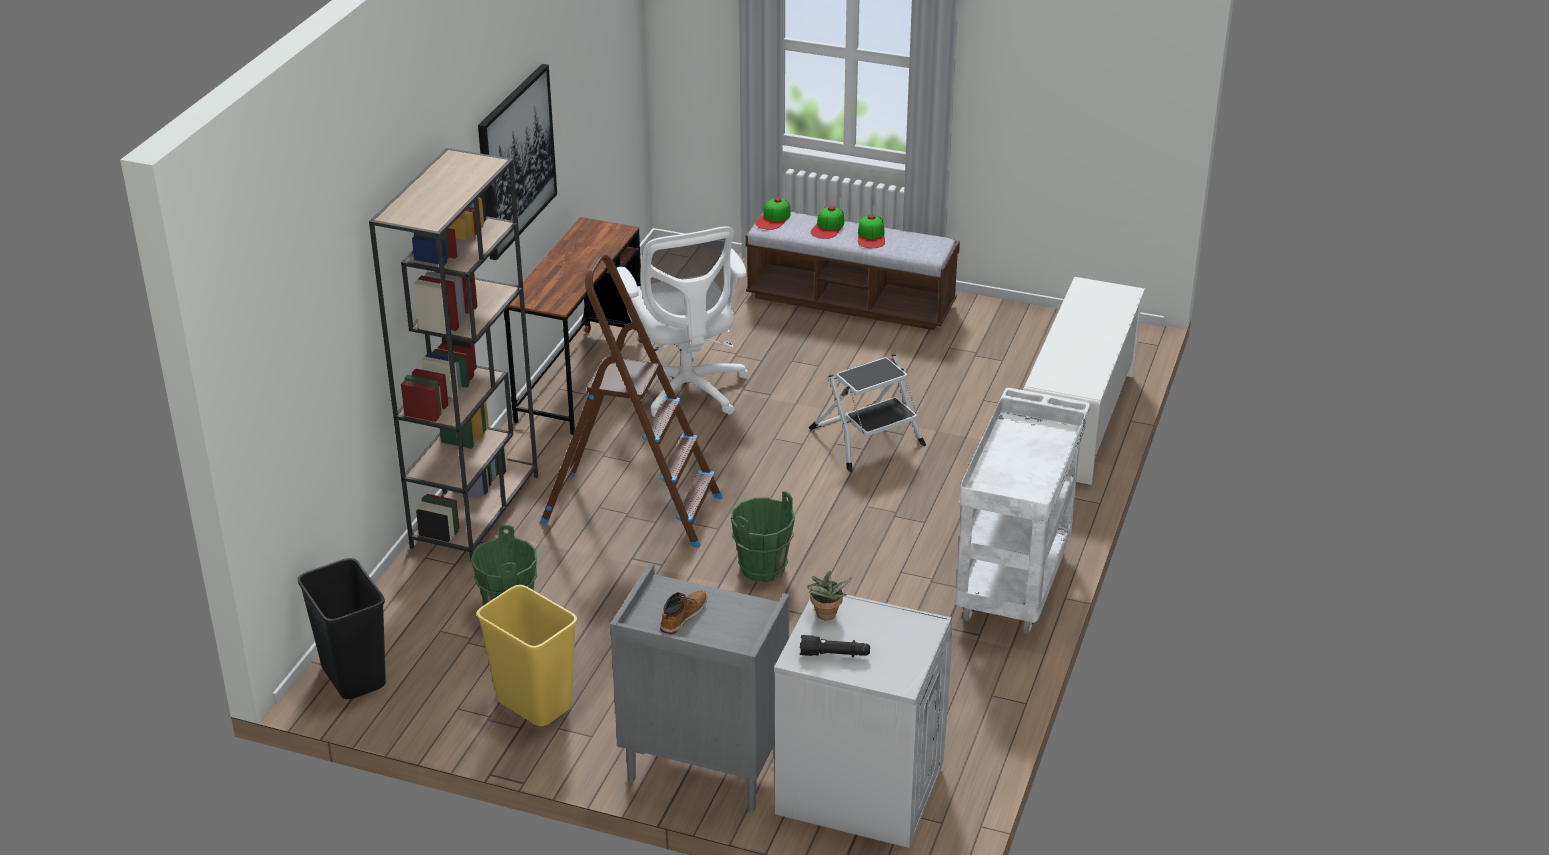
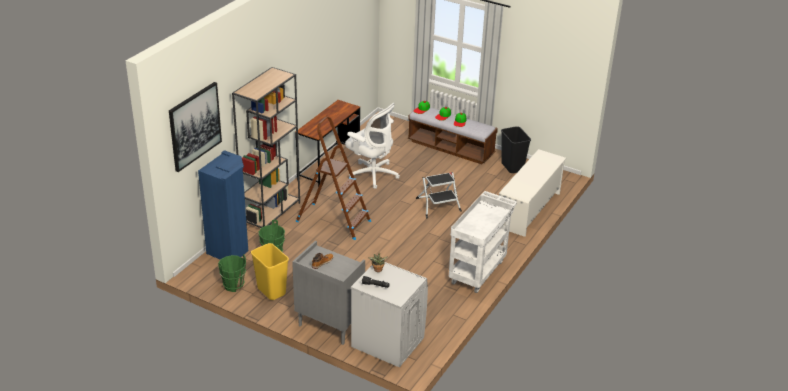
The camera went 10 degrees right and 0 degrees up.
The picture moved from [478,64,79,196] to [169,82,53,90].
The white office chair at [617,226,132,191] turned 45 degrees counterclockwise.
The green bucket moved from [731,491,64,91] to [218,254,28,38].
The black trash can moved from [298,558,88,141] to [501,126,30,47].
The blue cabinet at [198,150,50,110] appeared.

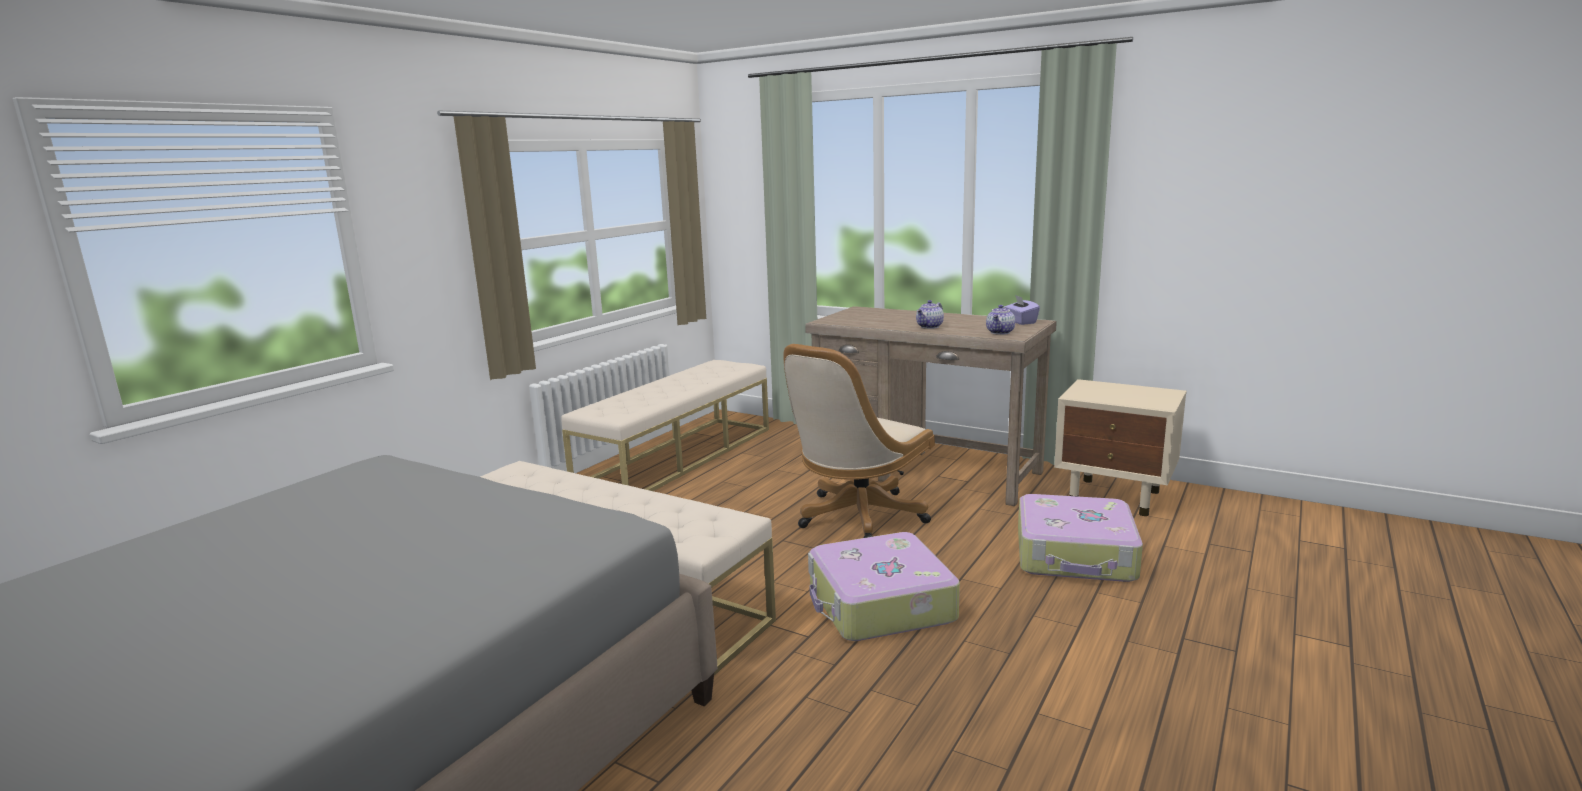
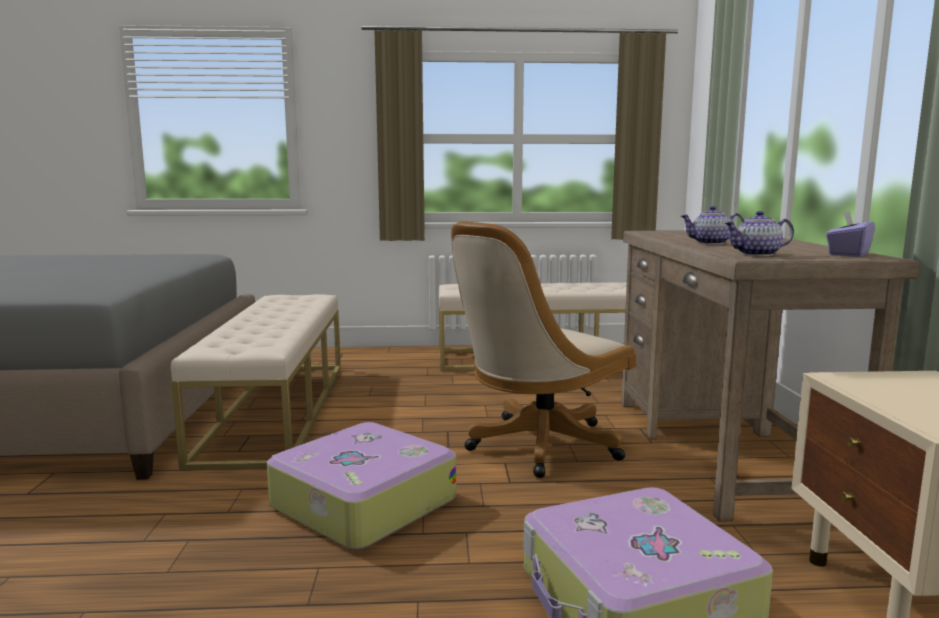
The camera went 55 degrees right and 5 degrees down.
The office chair at [783,344,152,194] turned 45 degrees counterclockwise.

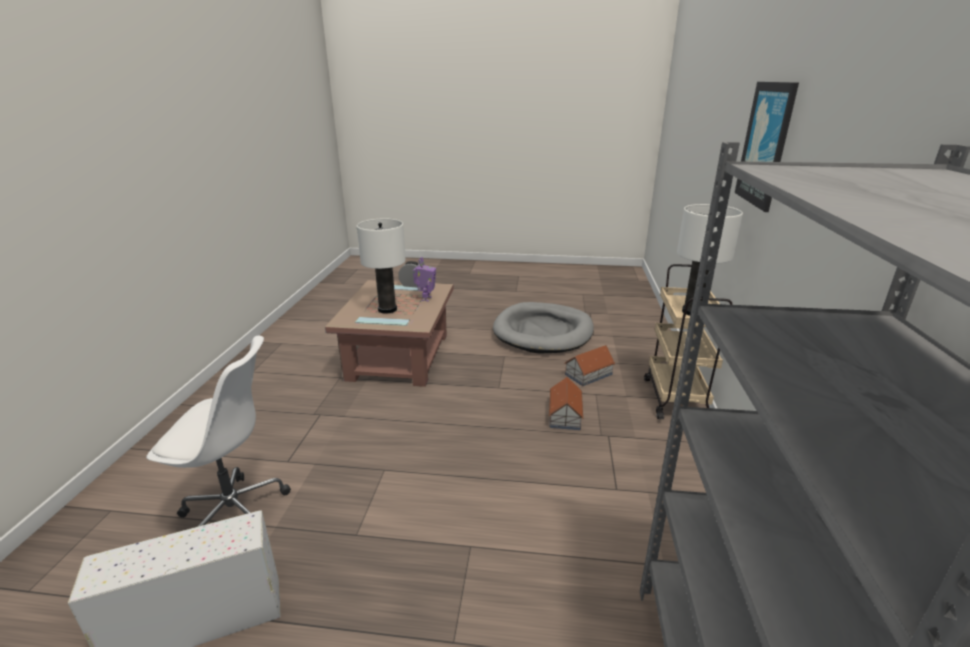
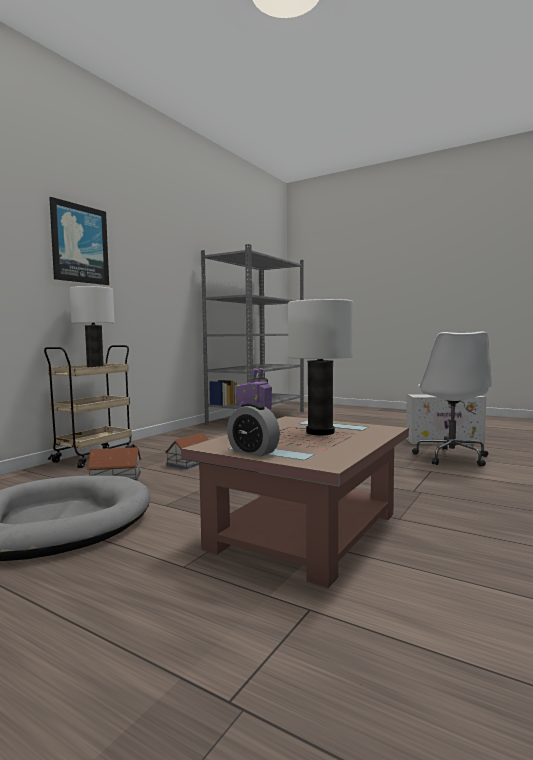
The camera went 155 degrees left and 20 degrees down.
The white office chair at [146,335,145,202] turned 105 degrees counterclockwise.

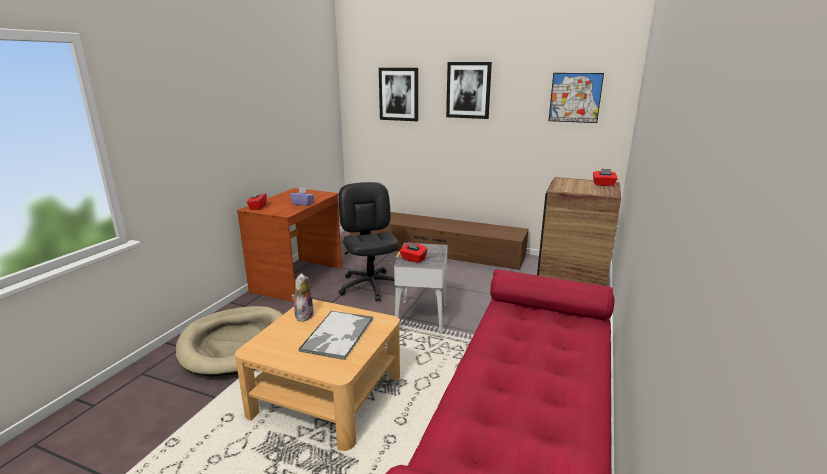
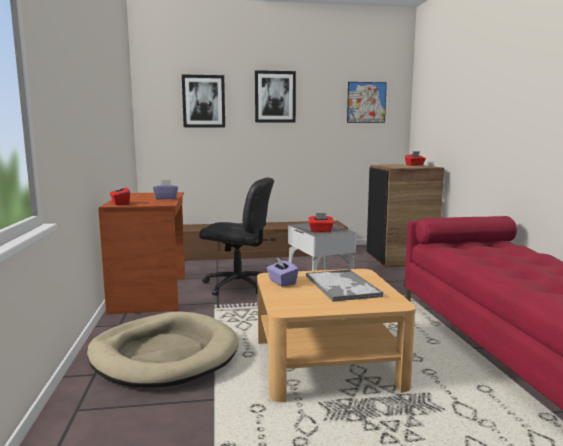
The camera went 30 degrees left and 10 degrees down.
The black office chair at [338,182,61,120] turned 150 degrees clockwise.
The plush toy at [291,273,23,49] was replaced by the purple tissue box at [267,258,32,28].

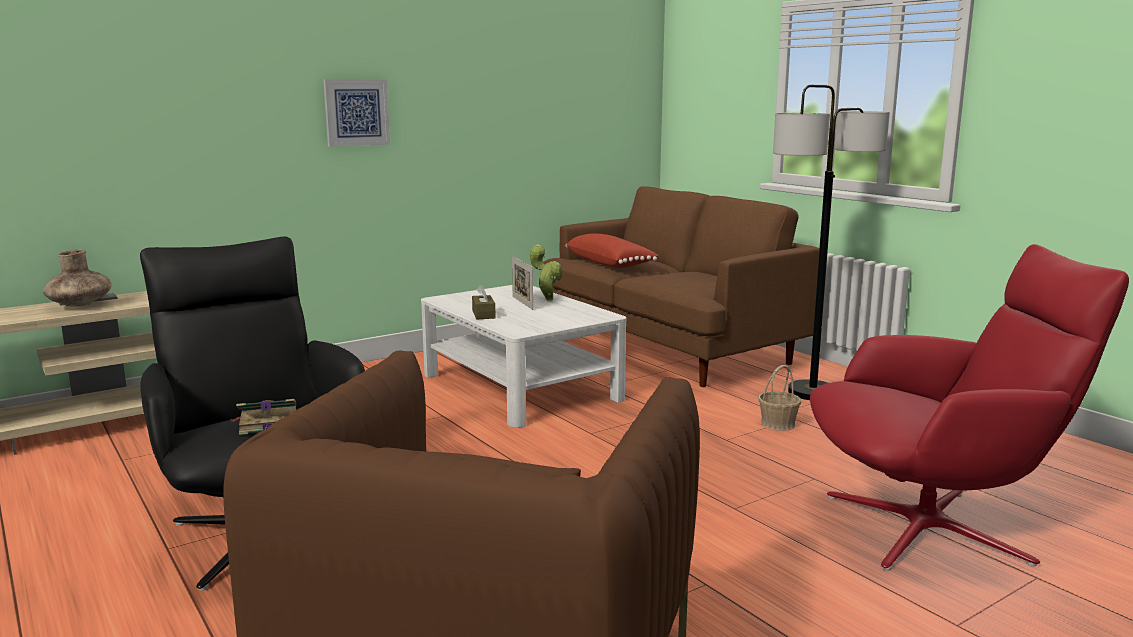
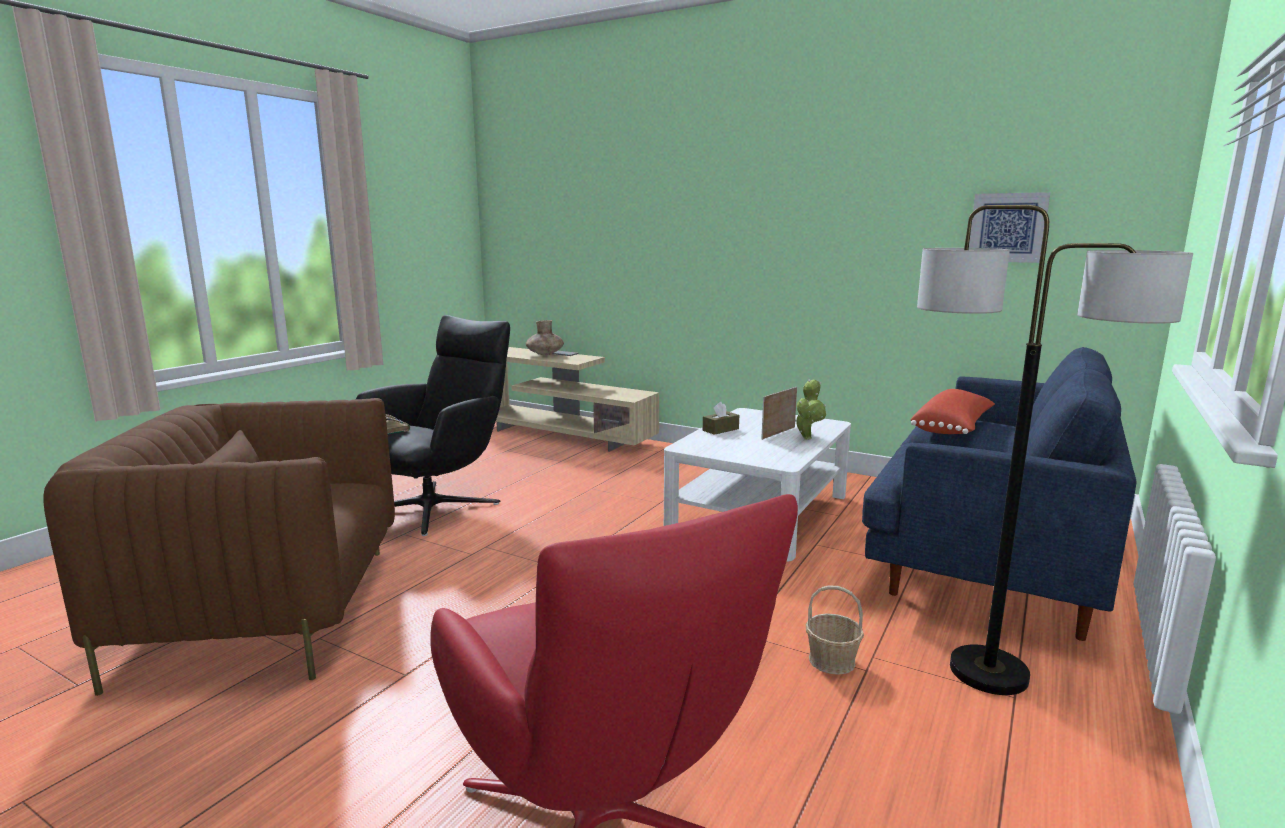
The camera went 65 degrees right and 0 degrees up.
The picture moved from [323,79,67,68] to [969,192,81,71].
The brown sofa at [543,186,276,201] became the blue sofa at [862,347,275,294].

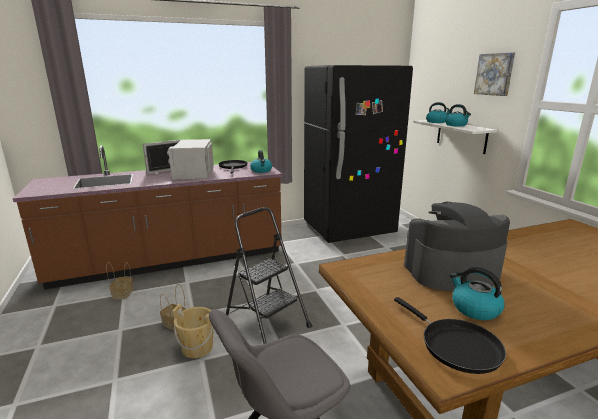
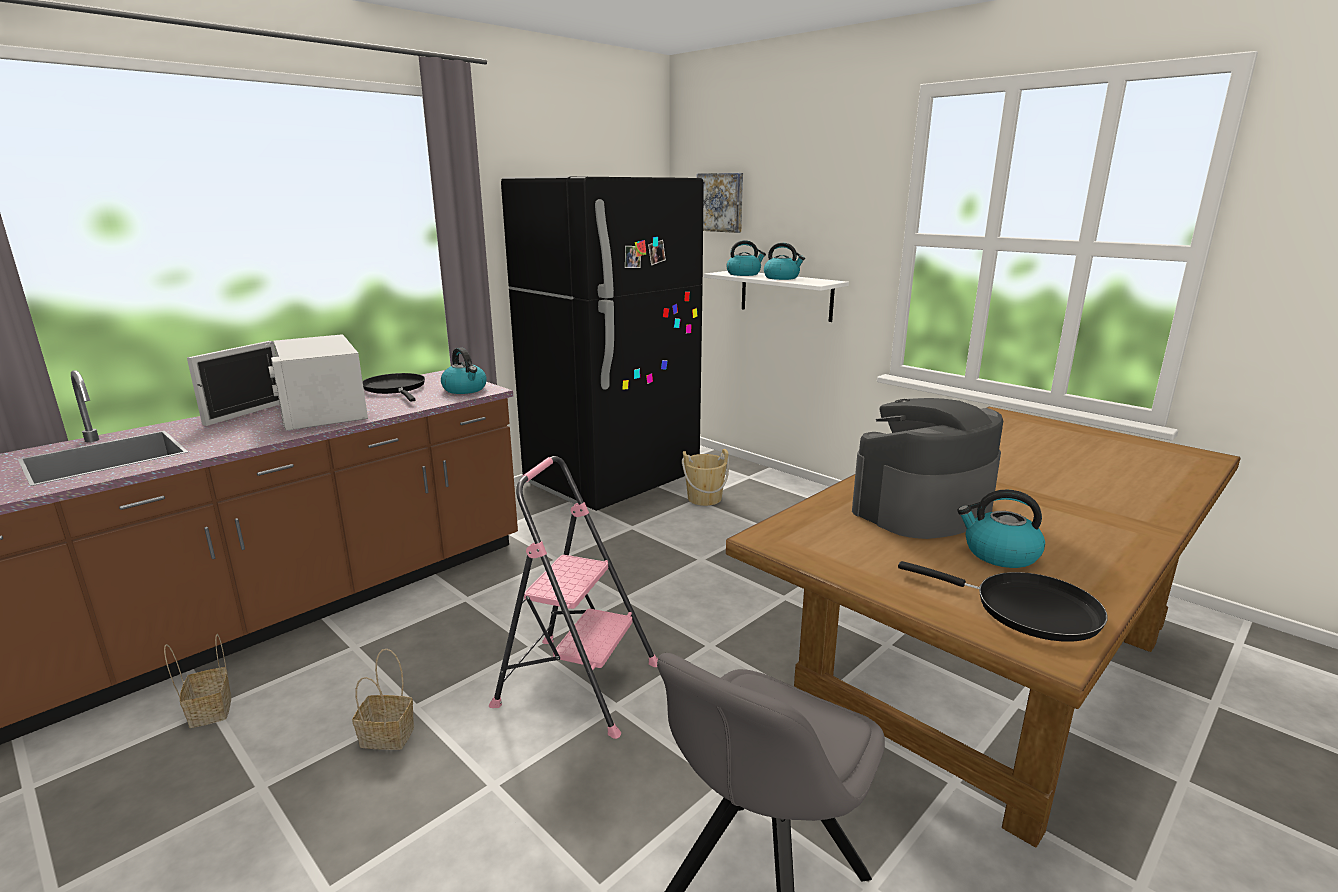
The camera went 25 degrees left and 0 degrees up.
The picture moved from [474,53,41,43] to [697,173,46,60].
The black step ladder at [226,207,86,137] became the pink step ladder at [489,456,169,283].
The beige bucket moved from [173,304,41,54] to [682,449,47,57].

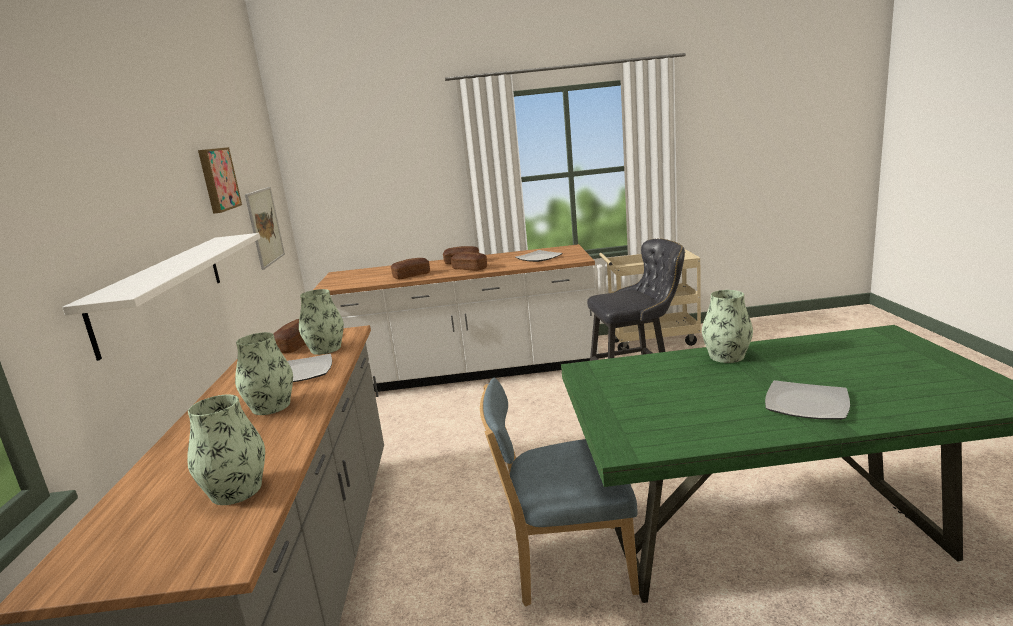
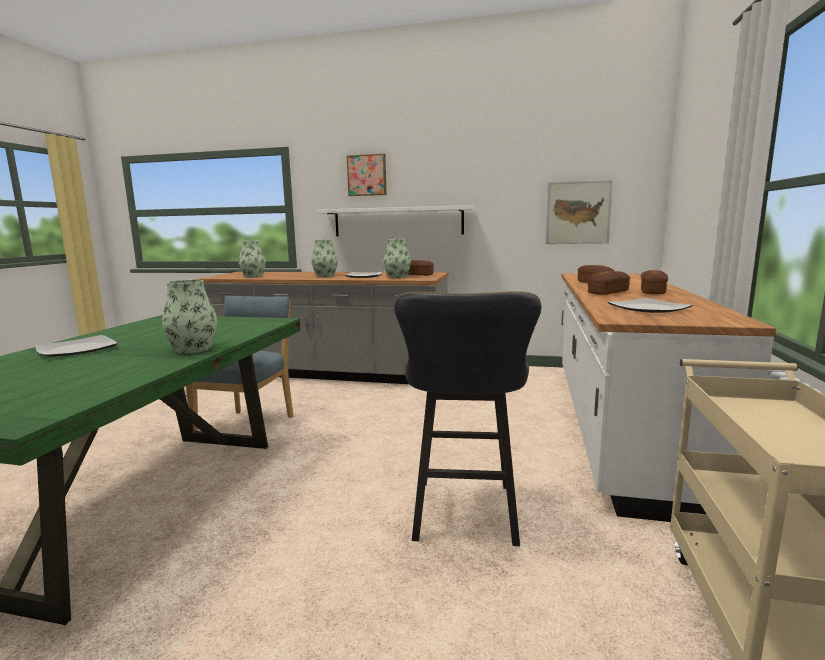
The camera went 105 degrees right and 5 degrees down.
The picture moved from [198,147,44,67] to [347,153,40,43].

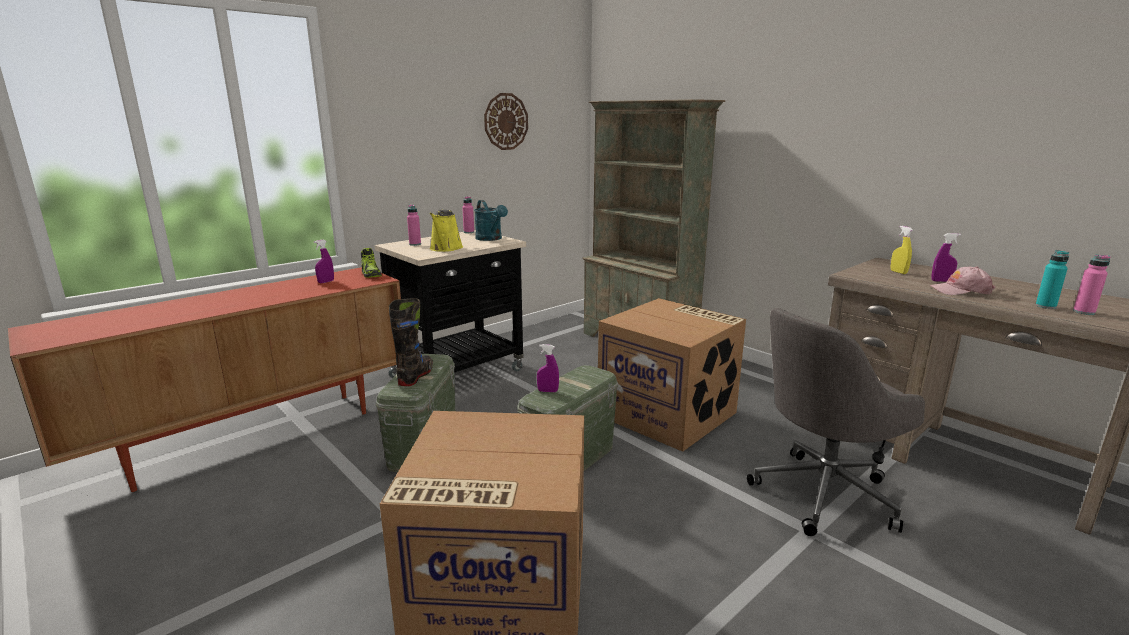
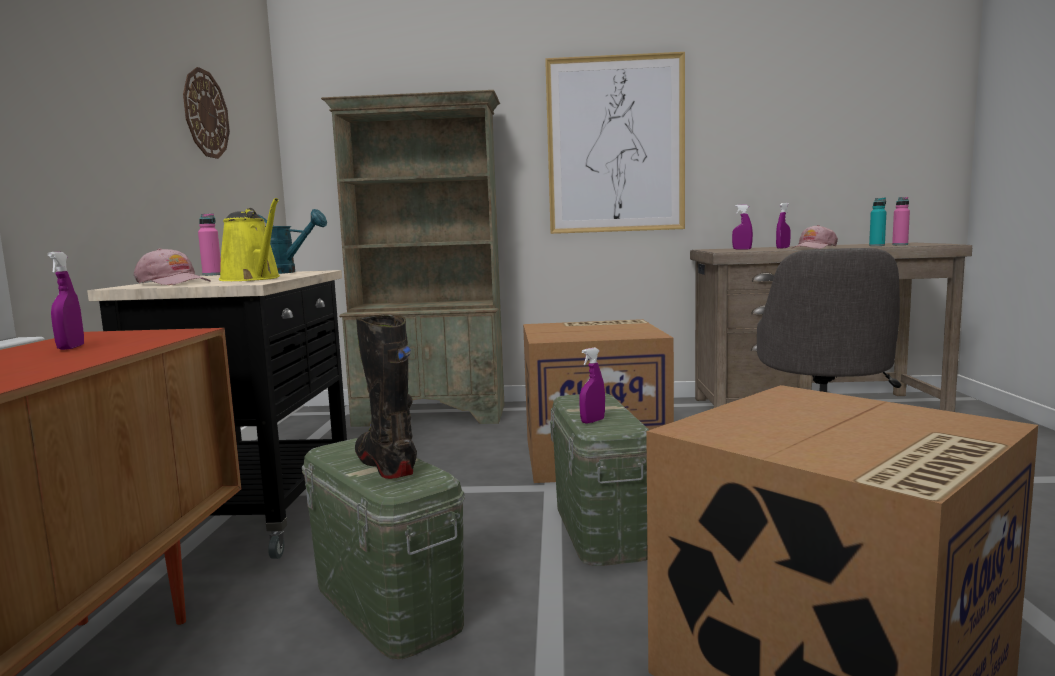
The camera went 45 degrees left and 10 degrees down.
The pink bottle at [407,205,14,41] was replaced by the pink cap at [134,248,76,37].
The yellow spray bottle at [891,226,22,48] became the purple spray bottle at [732,205,21,45].
The shoe at [361,248,21,30] disappeared.
The picture at [545,52,140,182] appeared.

